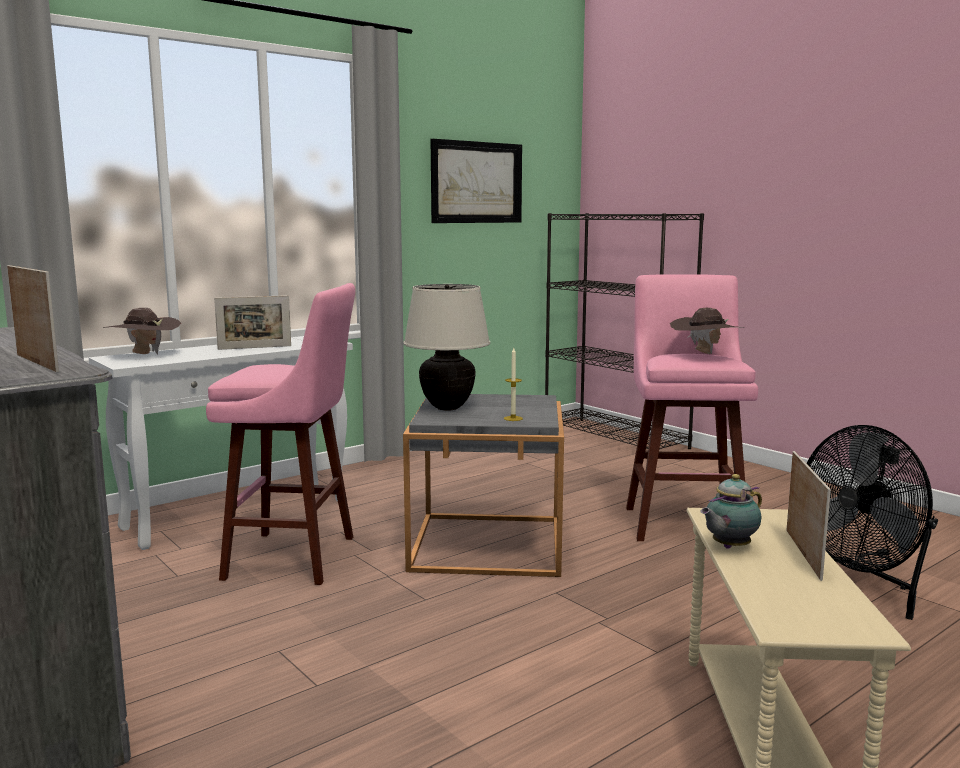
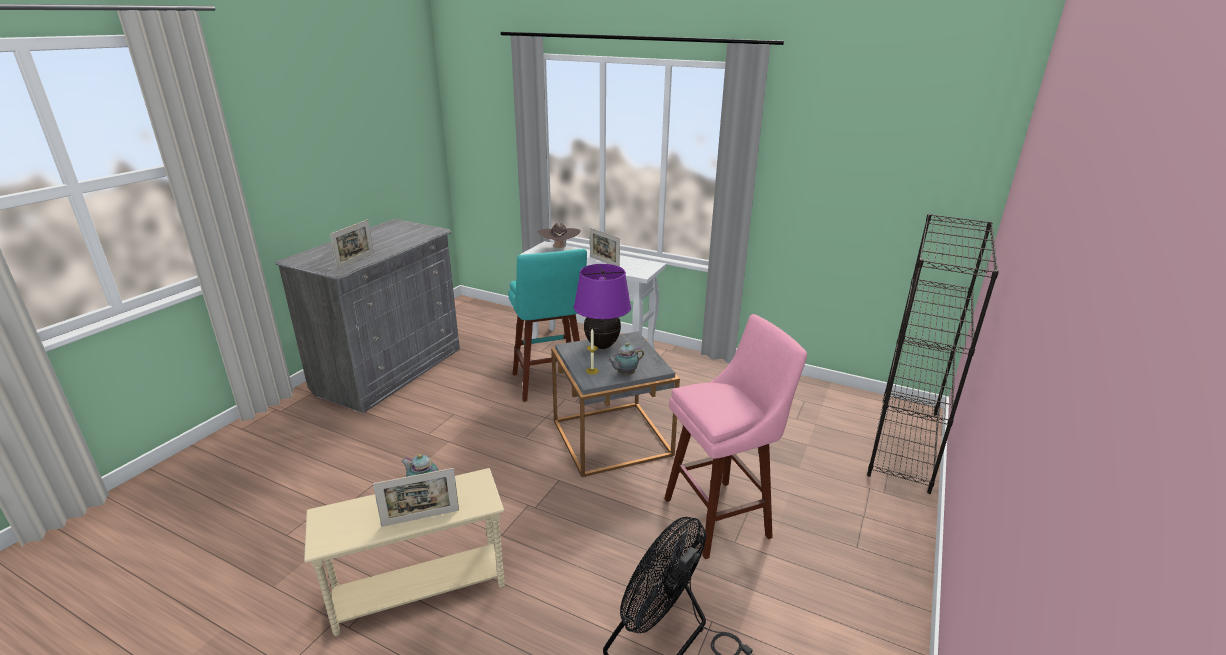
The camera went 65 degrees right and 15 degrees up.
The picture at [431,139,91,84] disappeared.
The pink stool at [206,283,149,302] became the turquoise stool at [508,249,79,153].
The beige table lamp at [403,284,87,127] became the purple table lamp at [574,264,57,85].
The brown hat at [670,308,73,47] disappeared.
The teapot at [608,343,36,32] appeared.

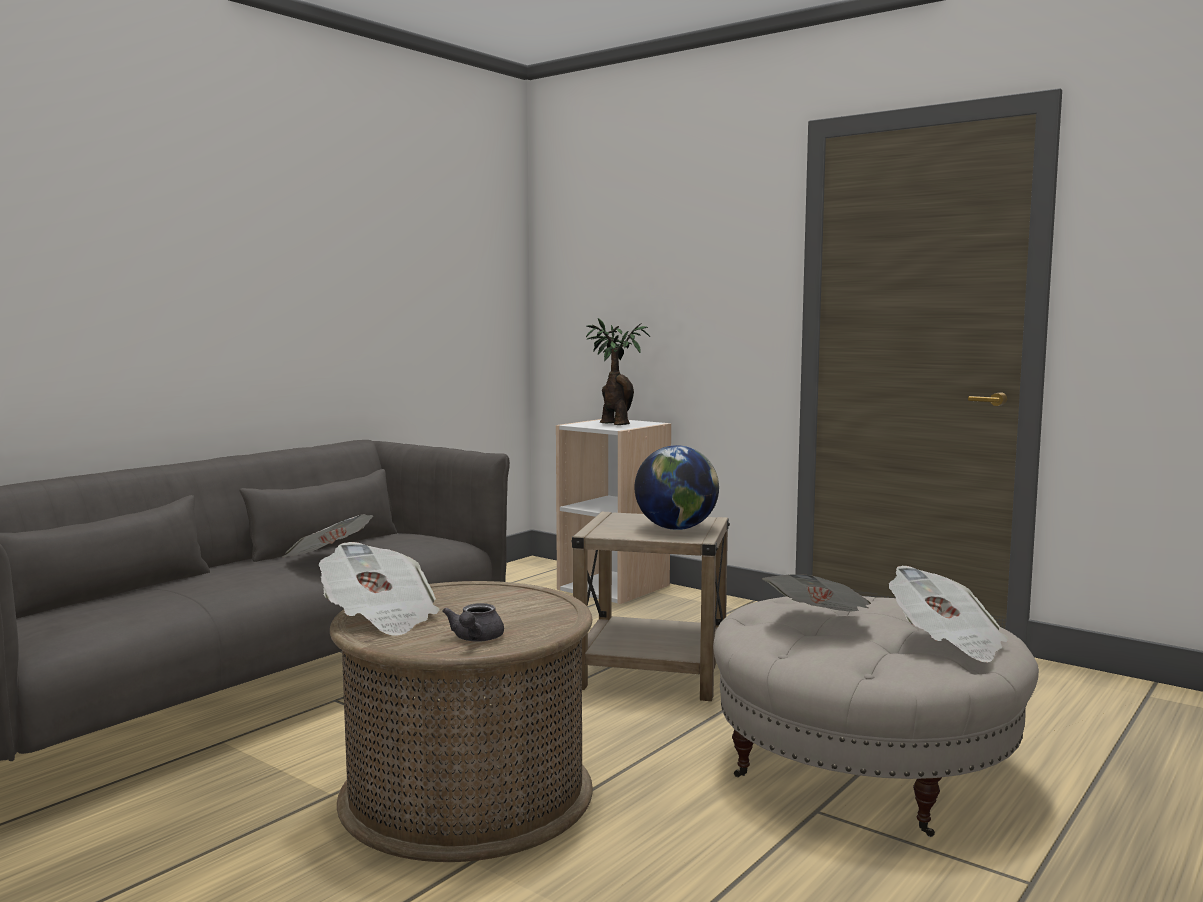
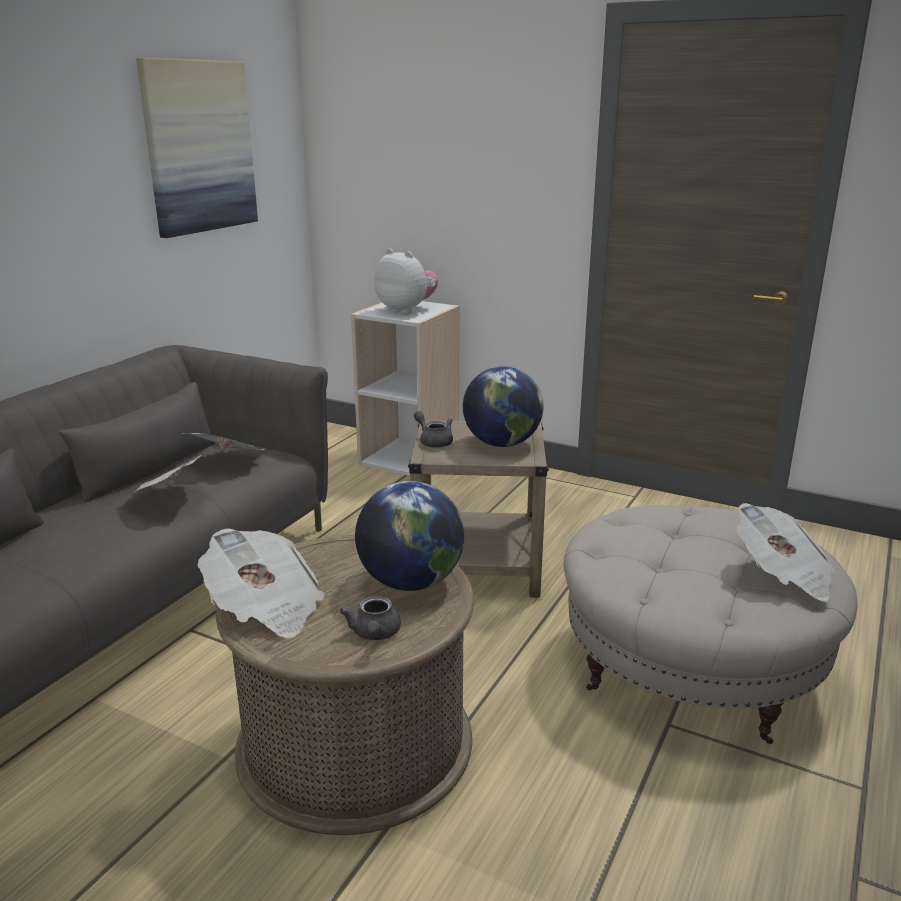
The camera went 10 degrees left and 15 degrees up.
The potted plant at [586,318,64,107] was replaced by the plush toy at [374,249,64,65].
The newspaper moved from [762,574,109,37] to [182,433,82,17].
The picture at [136,57,122,181] appeared.
The grey teapot at [414,411,39,37] appeared.
The globe at [355,481,109,110] appeared.

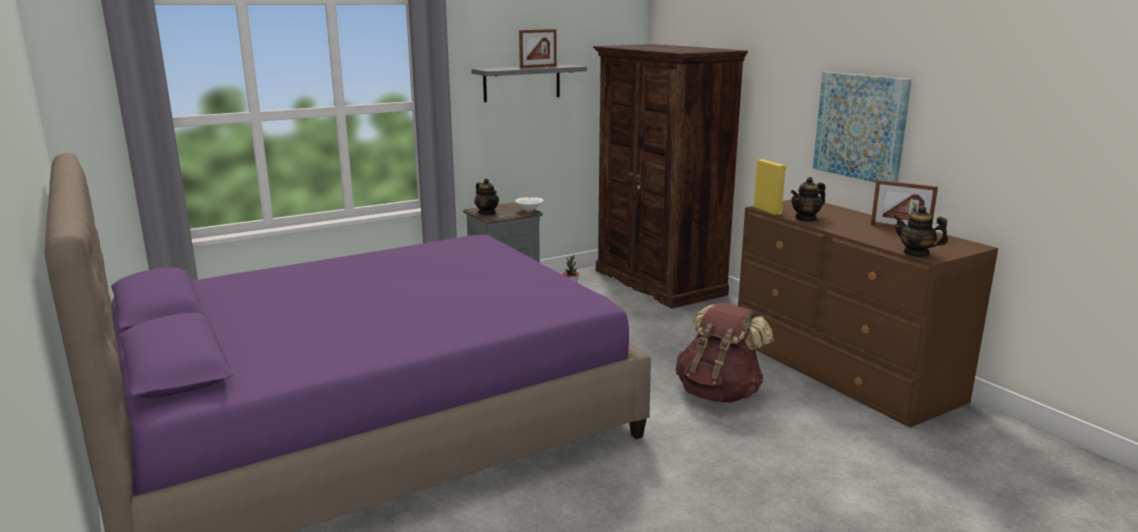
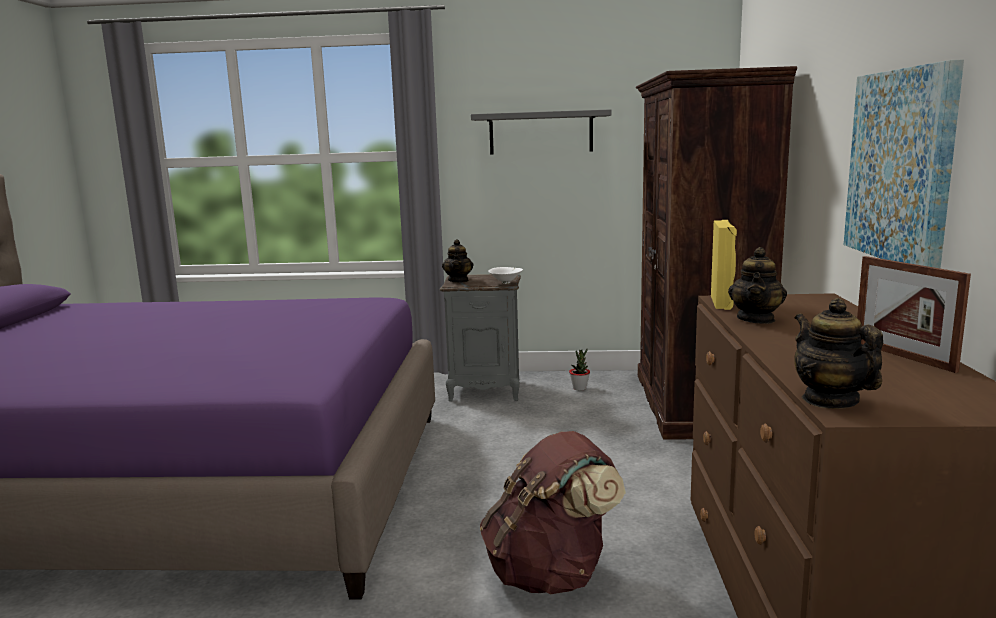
The camera went 35 degrees right and 5 degrees down.
The picture frame at [519,29,38,39] disappeared.
The teapot at [791,177,35,44] turned 75 degrees counterclockwise.

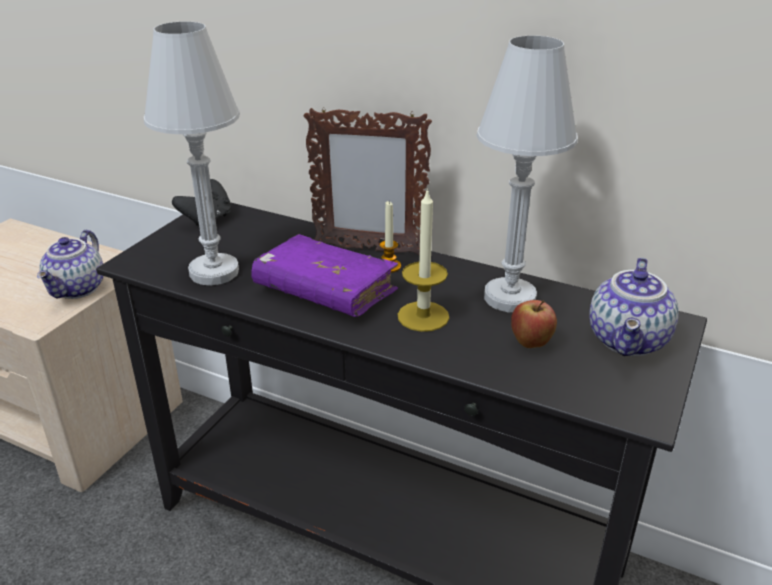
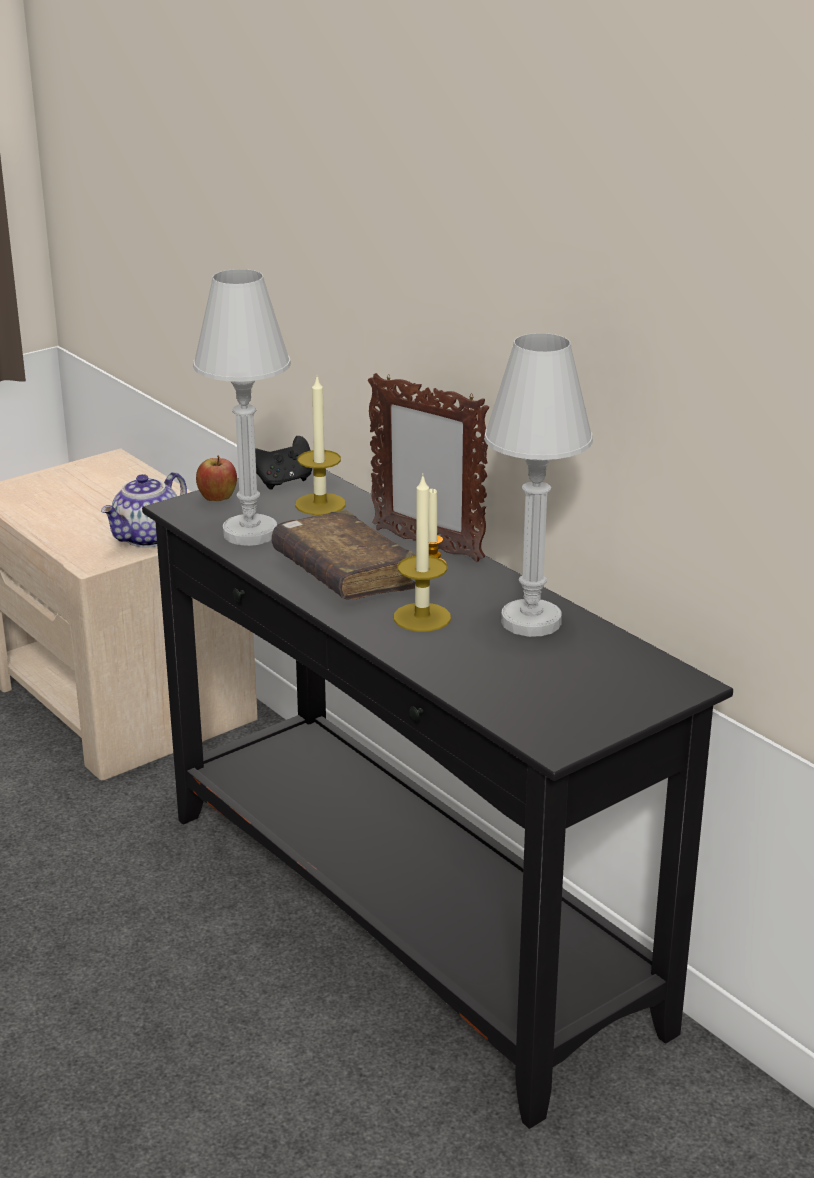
The camera went 25 degrees right and 5 degrees down.
The purple book at [251,234,147,83] became the brown book at [272,510,144,90].
The teapot at [589,257,90,99] disappeared.
The apple moved from [511,300,46,48] to [196,456,41,45].
The candle at [295,377,51,138] appeared.

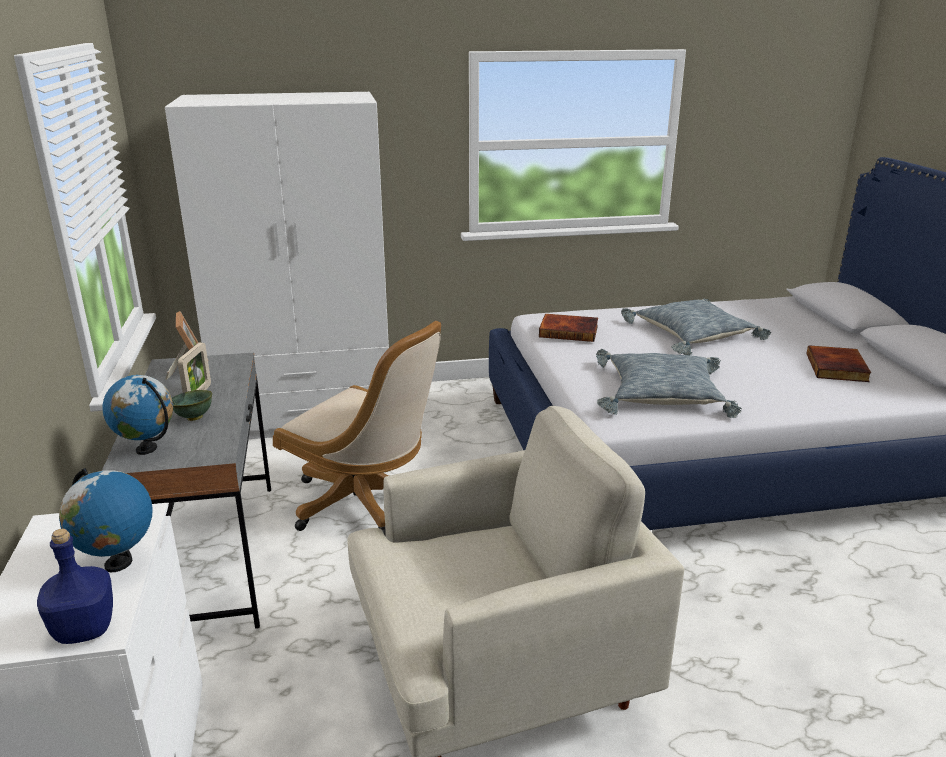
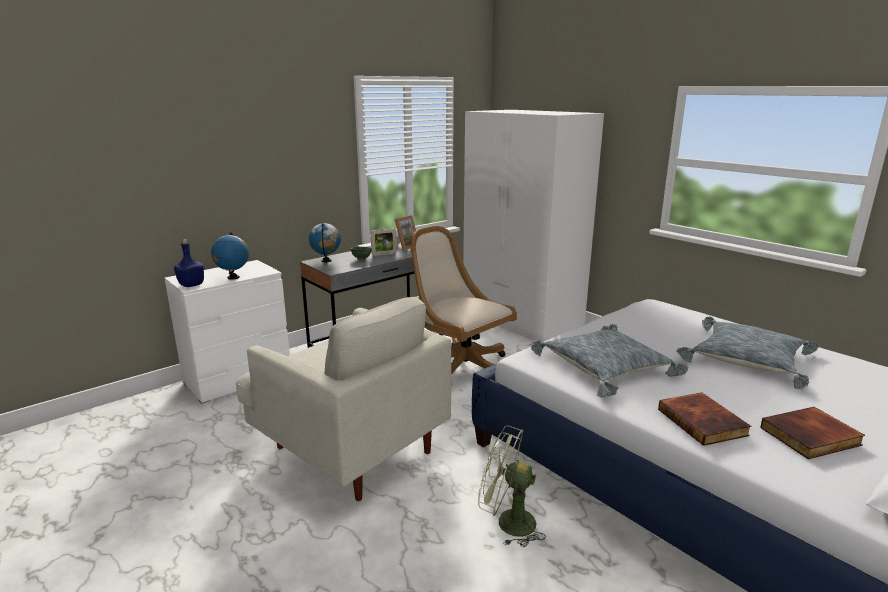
The camera went 60 degrees right and 5 degrees down.
The book moved from [539,314,59,28] to [658,393,93,53].
The office chair at [273,321,168,215] turned 135 degrees clockwise.
The green fan at [478,425,68,122] appeared.

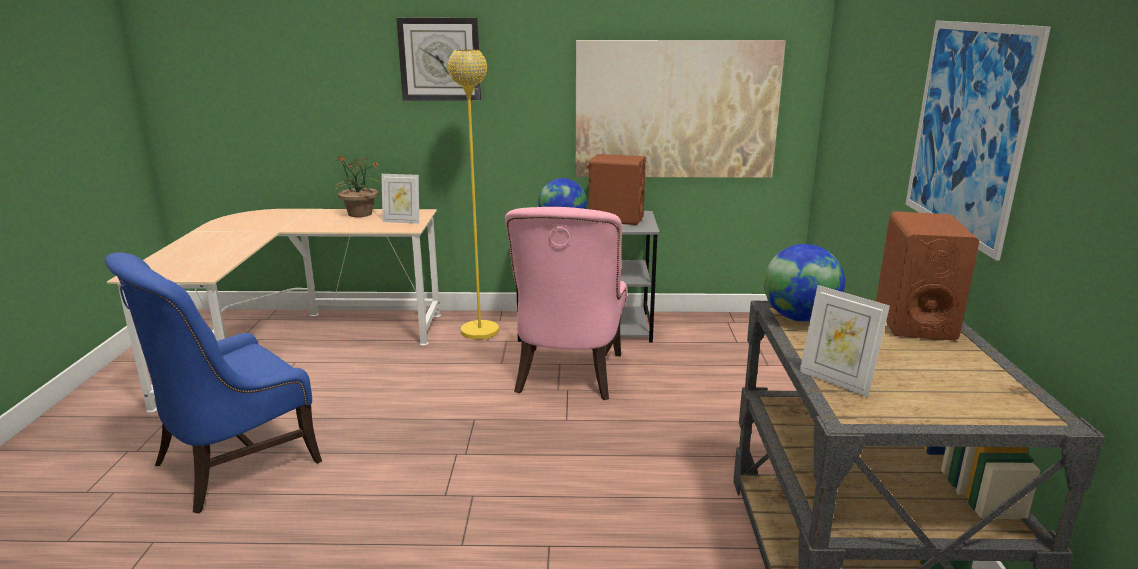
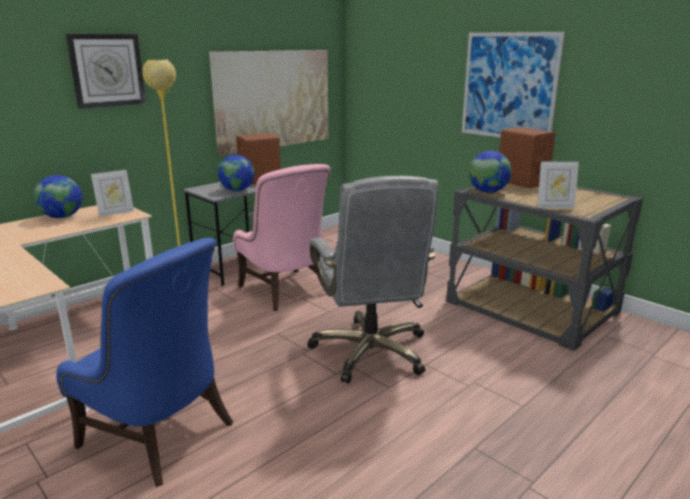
The camera went 45 degrees left and 0 degrees up.
The potted plant at [334,155,48,62] was replaced by the globe at [34,175,48,43].
The blue chair at [105,252,217,262] turned 60 degrees counterclockwise.
The grey office chair at [307,176,131,208] appeared.

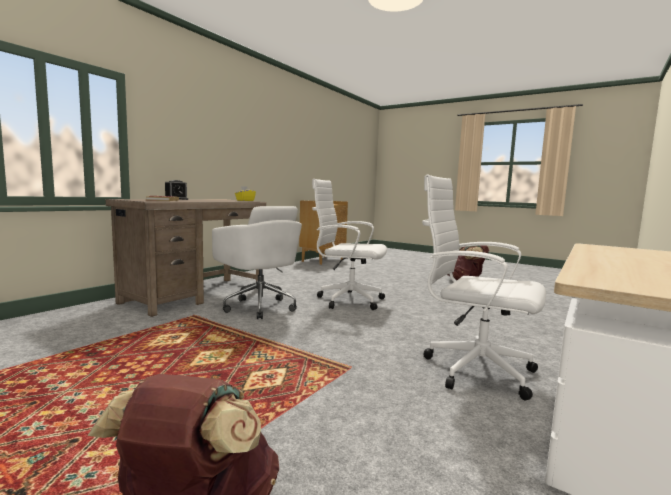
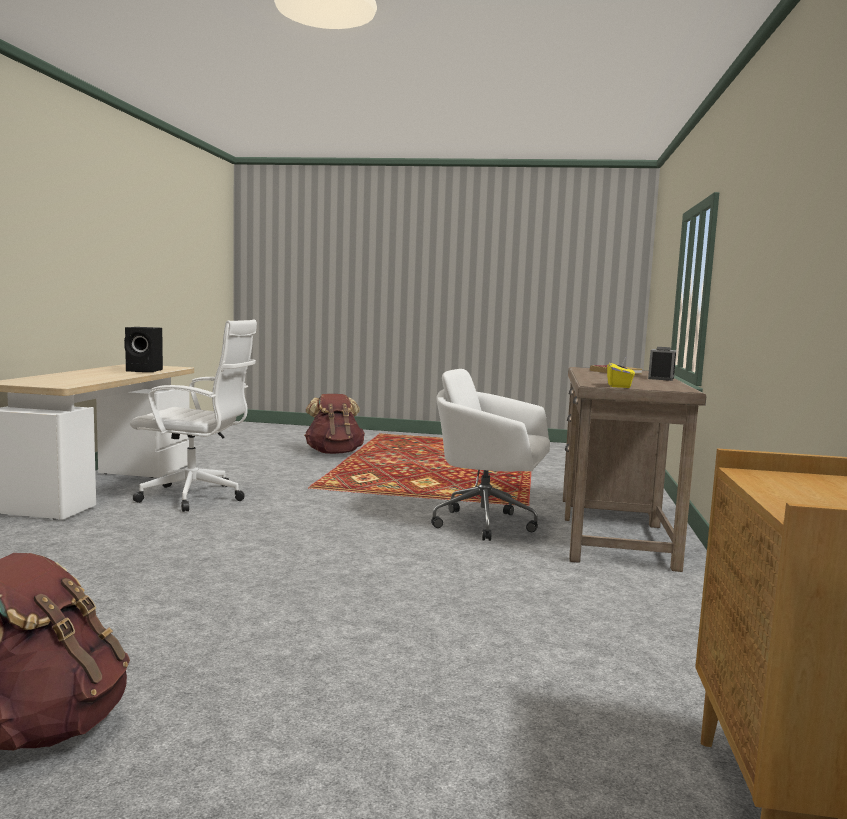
The camera went 155 degrees right and 0 degrees up.
The white office chair at [312,179,75,131] disappeared.
The black speaker at [124,327,39,45] appeared.

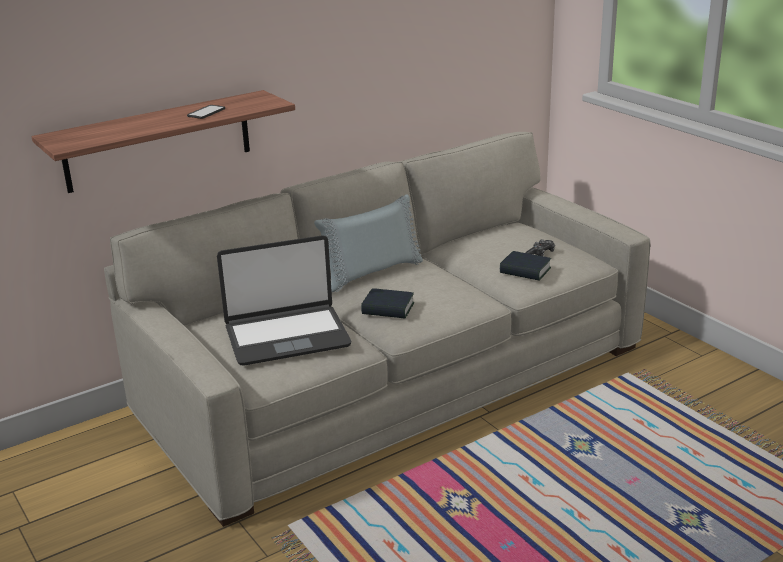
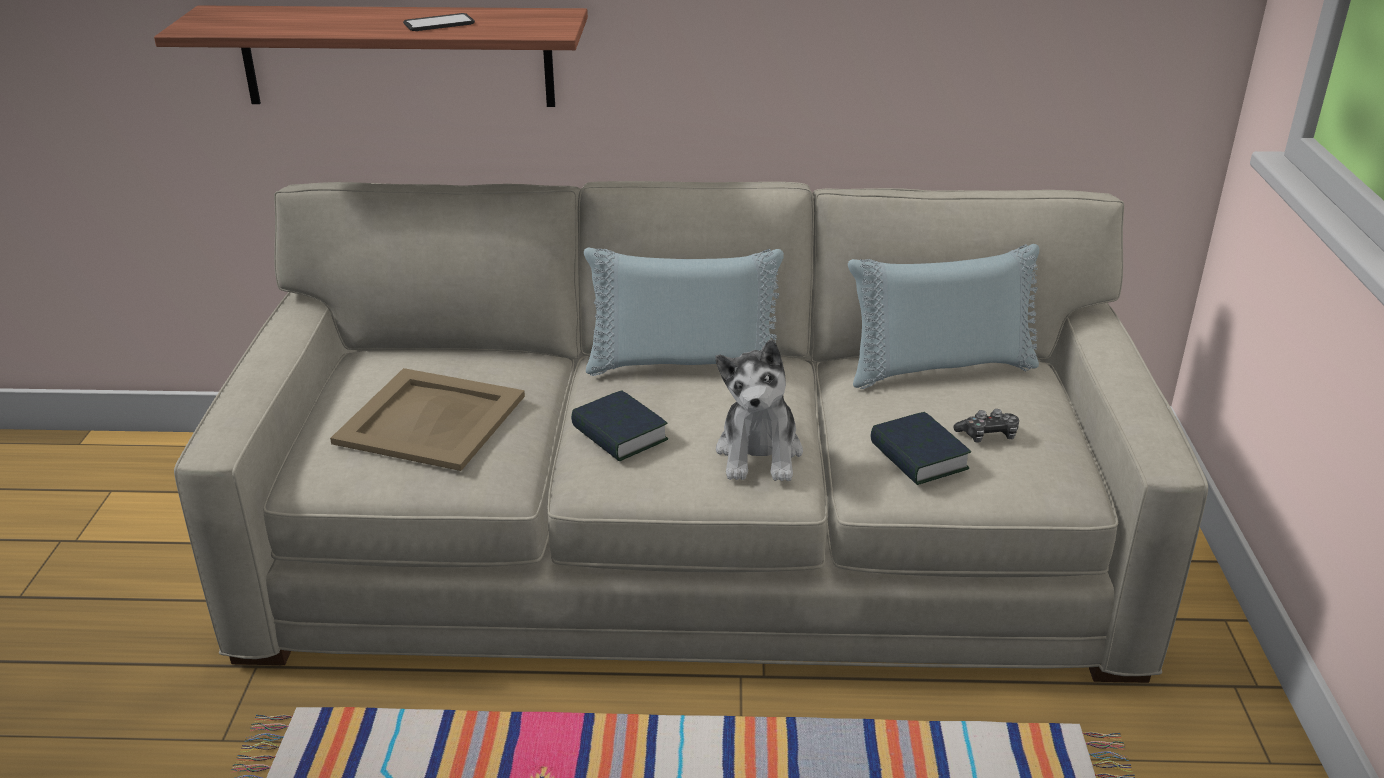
The camera went 35 degrees right and 5 degrees up.
The laptop at [217,235,134,131] was replaced by the beige tray at [330,368,195,103].
The blue pillow at [848,244,191,145] appeared.
The plush toy at [715,339,88,142] appeared.

